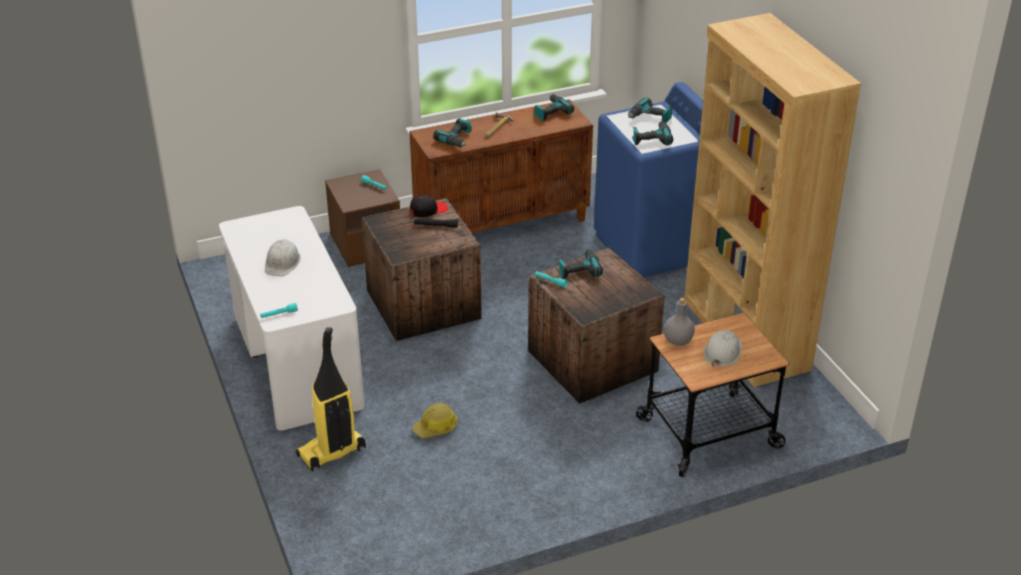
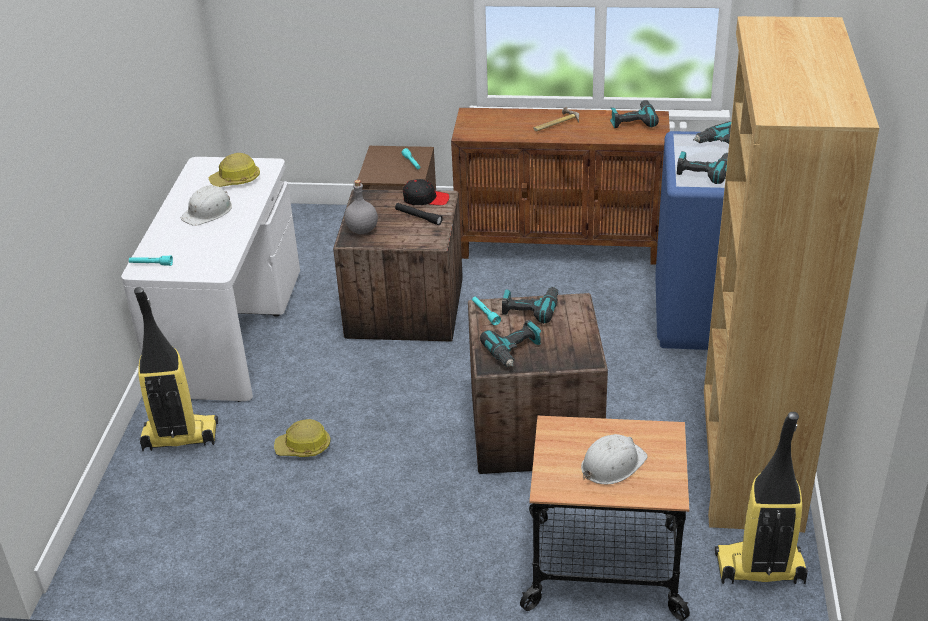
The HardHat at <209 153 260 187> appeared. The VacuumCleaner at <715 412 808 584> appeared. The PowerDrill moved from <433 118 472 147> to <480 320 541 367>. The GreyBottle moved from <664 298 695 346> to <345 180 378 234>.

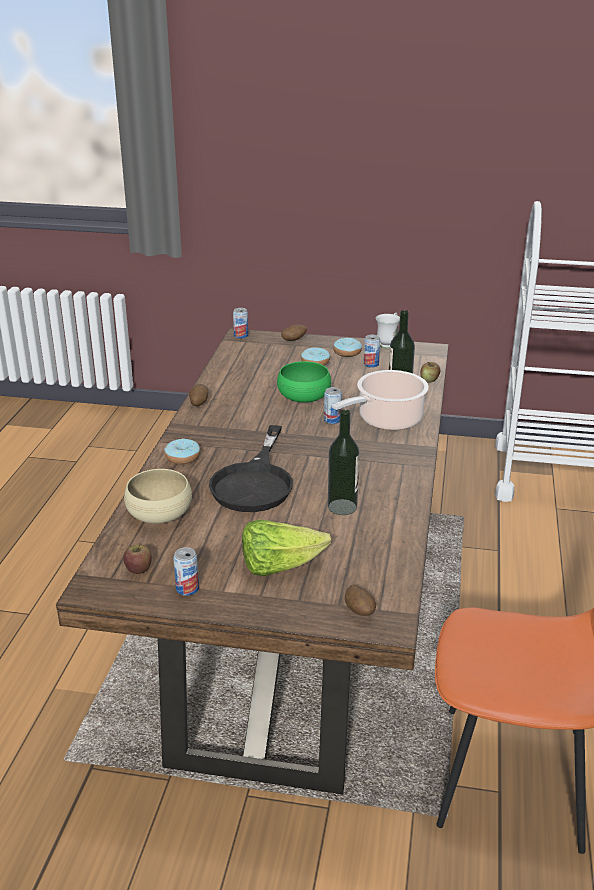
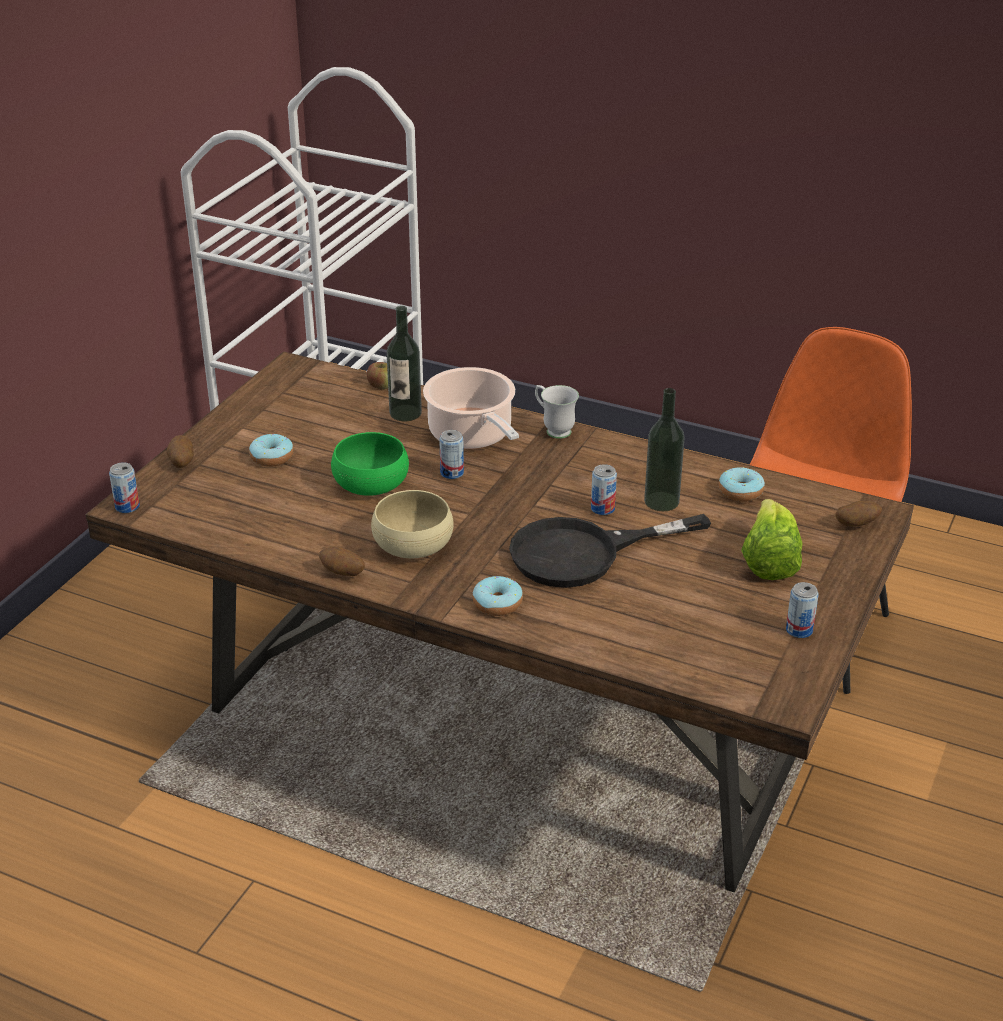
The Apple at <123 543 152 574> disappeared. The BeigeBowl moved from <124 469 192 524> to <371 490 454 558>. The Donut moved from <333 337 362 357> to <719 467 765 502>. The Can moved from <364 335 380 368> to <591 464 617 515>. The WhiteMug moved from <376 313 400 348> to <535 385 579 439>. The BlackFryingPan at <209 425 293 512> turned 135 degrees clockwise.

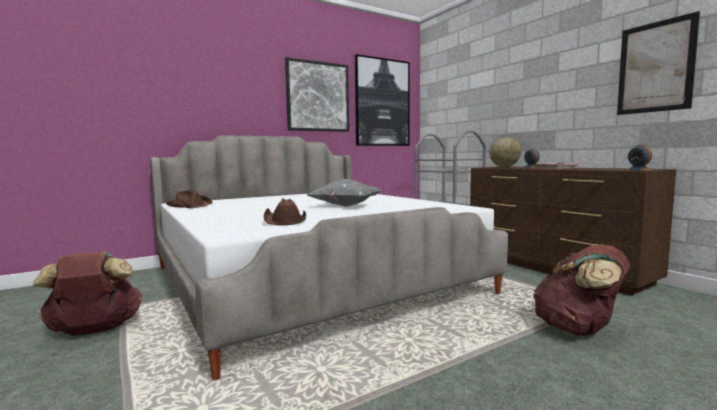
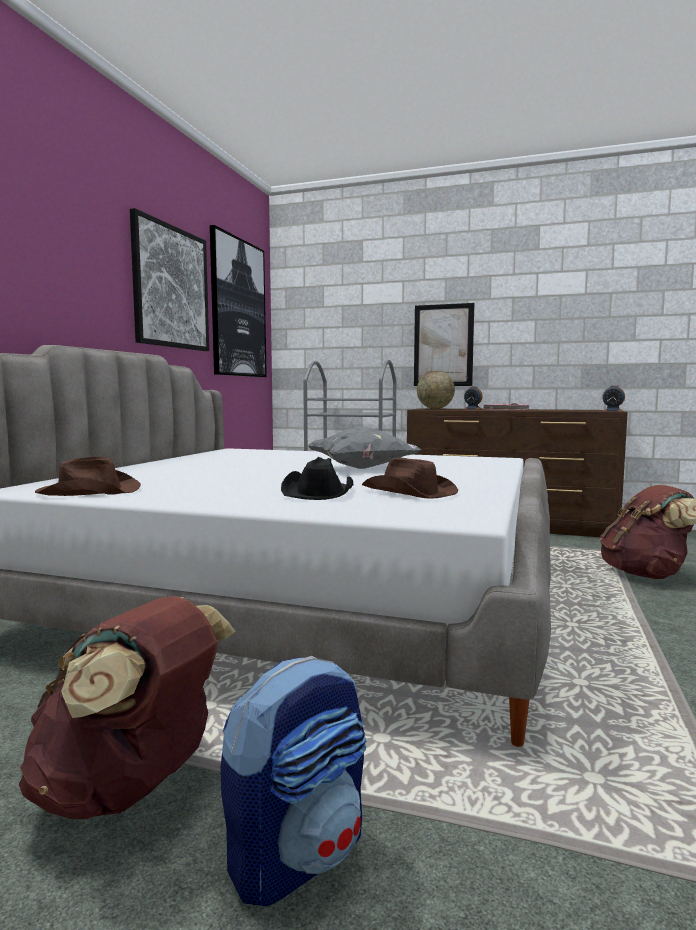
The Backpack at <220 656 366 906> appeared. The BlackHat at <281 457 353 500> appeared. The Picture moved from <617 11 700 115> to <414 303 474 386>.

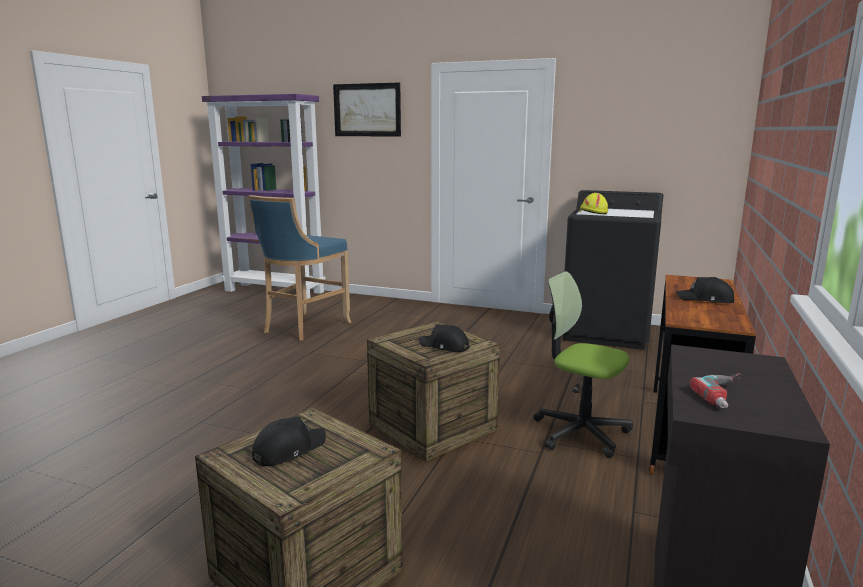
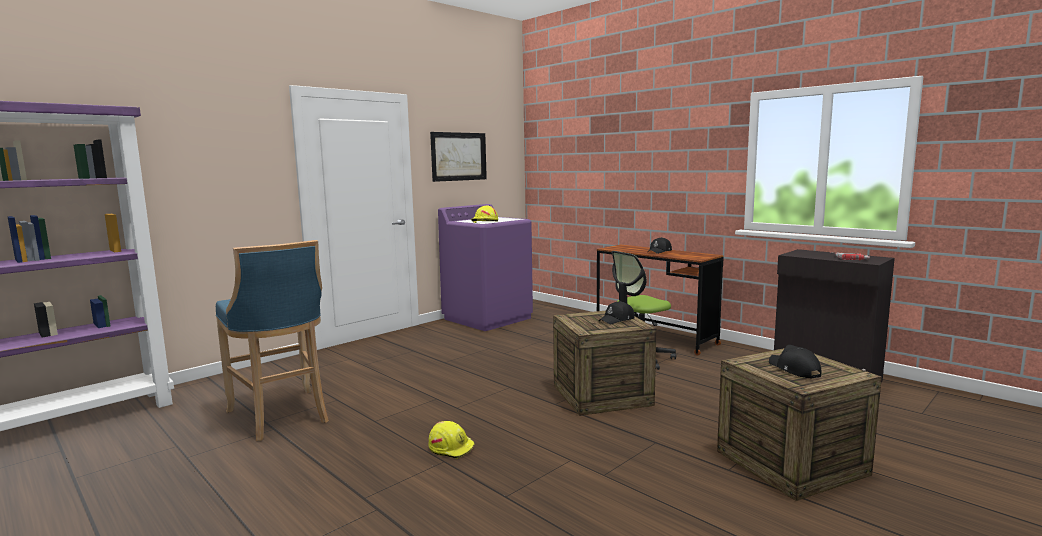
The YellowHardHat at <428 421 475 459> appeared. The Picture moved from <333 83 401 137> to <430 132 487 182>. The BlackWashingMachine at <563 190 663 350> became the PurpleWashingMachine at <438 204 533 331>.

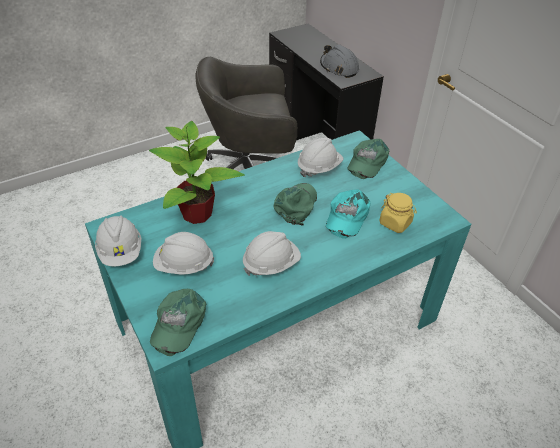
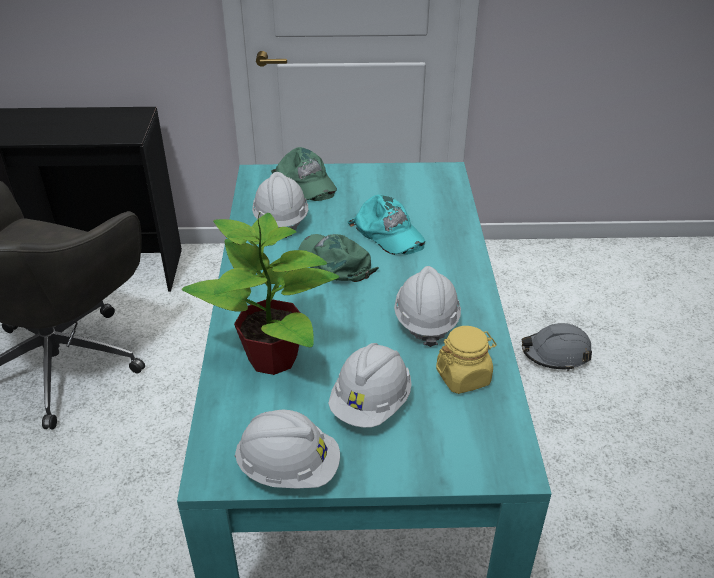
The GreenCap at <150 289 207 356> disappeared. The GreyHardHat moved from <320 45 359 78> to <522 323 592 371>. The YellowJar moved from <379 193 417 233> to <436 326 497 394>.

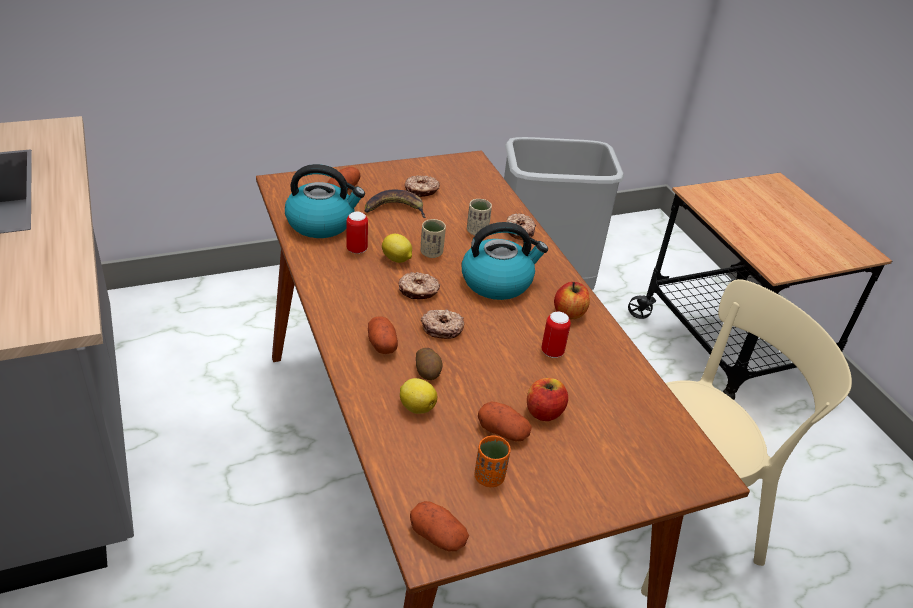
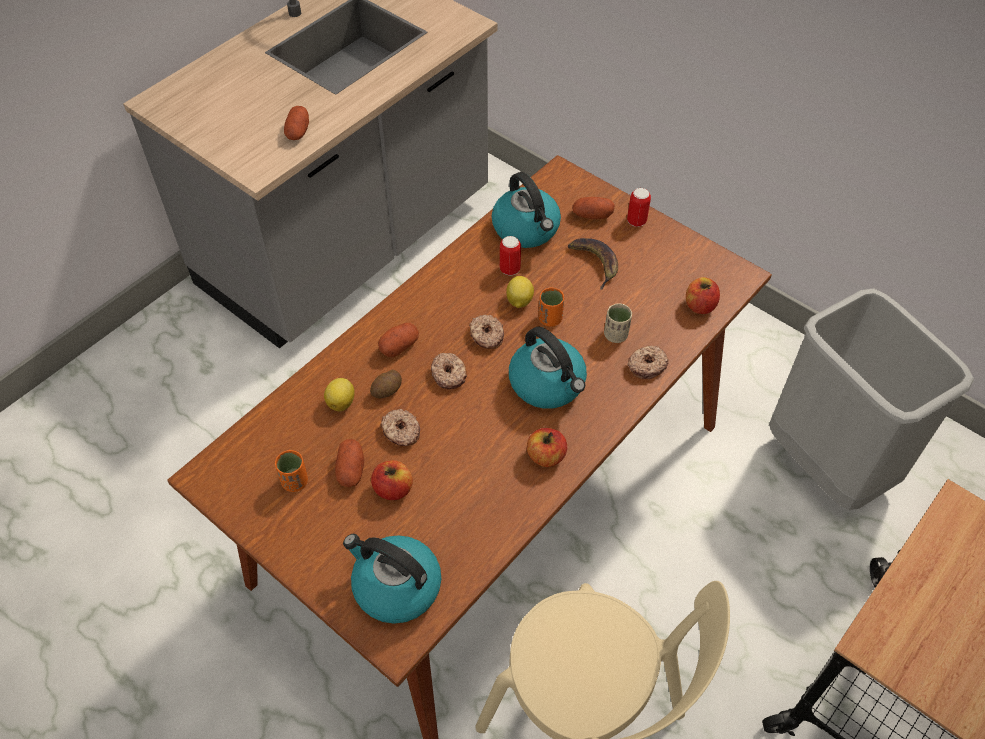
The Kettle at <343 534 441 624> appeared. The Apple at <686 277 720 314> appeared. The Donut moved from <405 175 440 197> to <381 409 420 446>. The Potato moved from <410 501 469 551> to <284 106 309 140>. The Can moved from <541 311 571 358> to <627 188 651 227>. The BeigeCup at <420 219 446 258> became the OrangeCup at <539 288 564 327>.

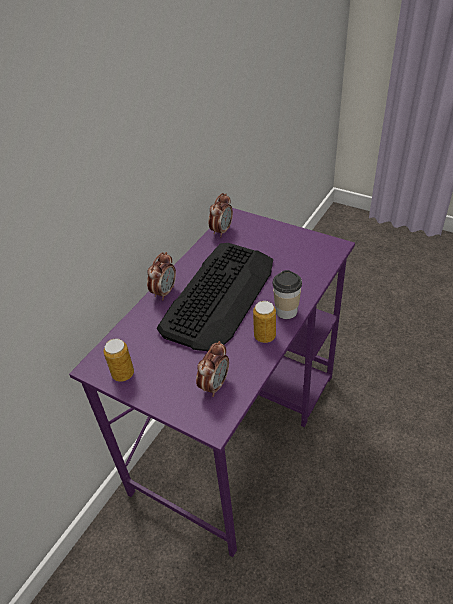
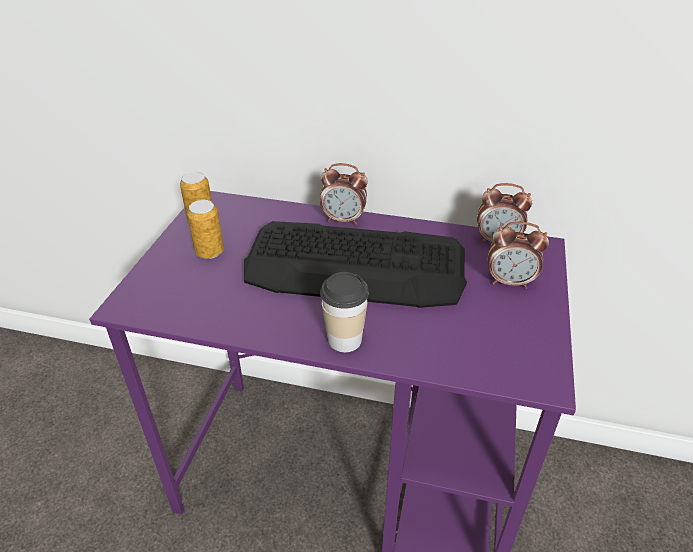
The AlarmClock moved from <196 341 229 397> to <488 222 549 289>. The Can moved from <253 301 276 343> to <187 200 224 259>.

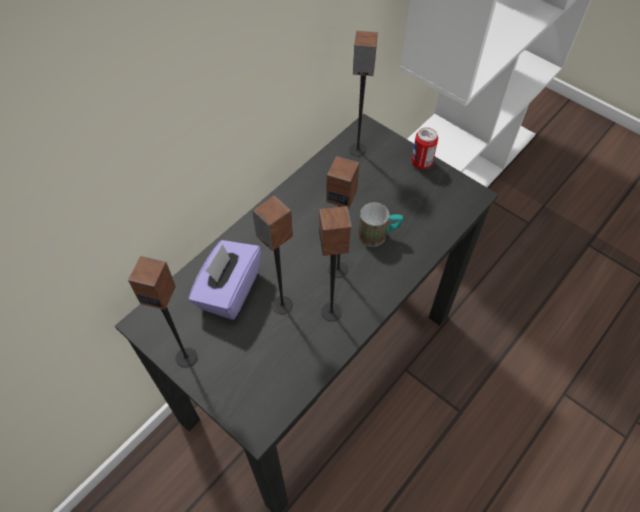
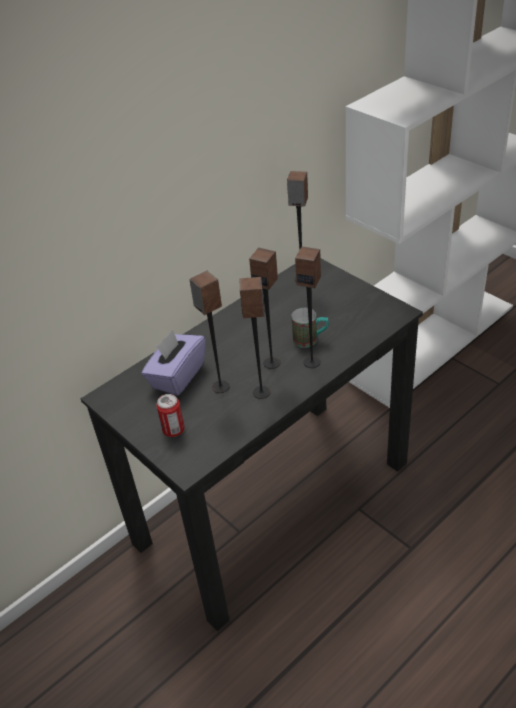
The Speaker moved from <128 256 197 368> to <295 247 321 368>. The Can moved from <411 127 438 169> to <156 394 185 437>.

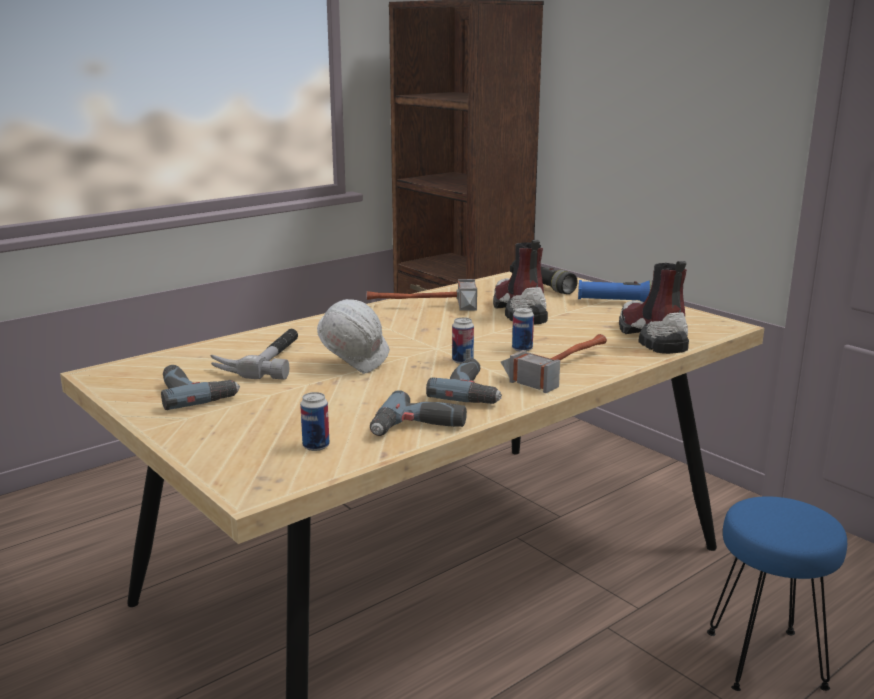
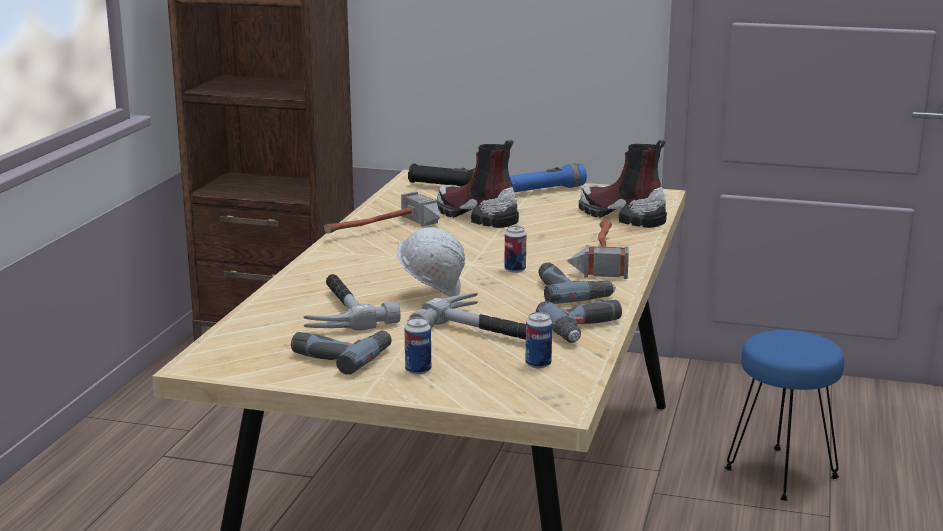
The Hammer at <409 293 526 340> appeared. The Can moved from <512 307 534 352> to <404 317 431 375>.

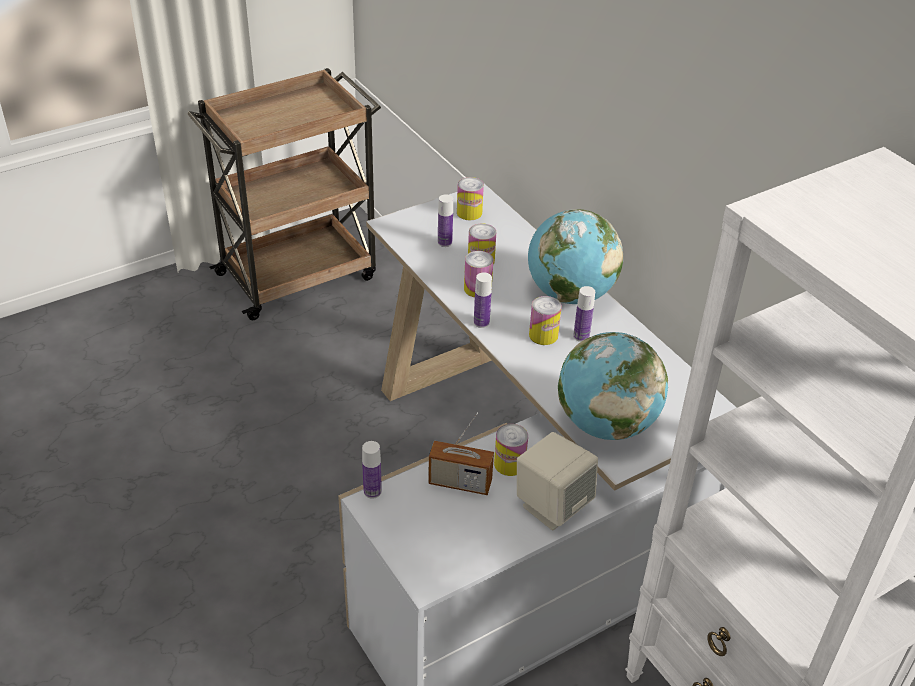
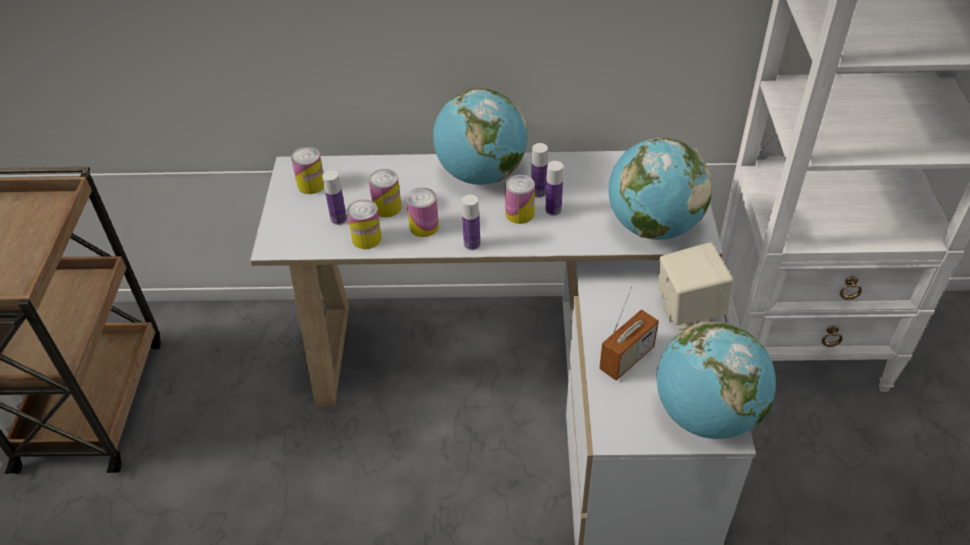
The Globe at <656 321 776 439> appeared. The Bottle moved from <362 441 382 499> to <546 161 563 216>. The Can moved from <494 424 528 476> to <347 199 382 249>.

